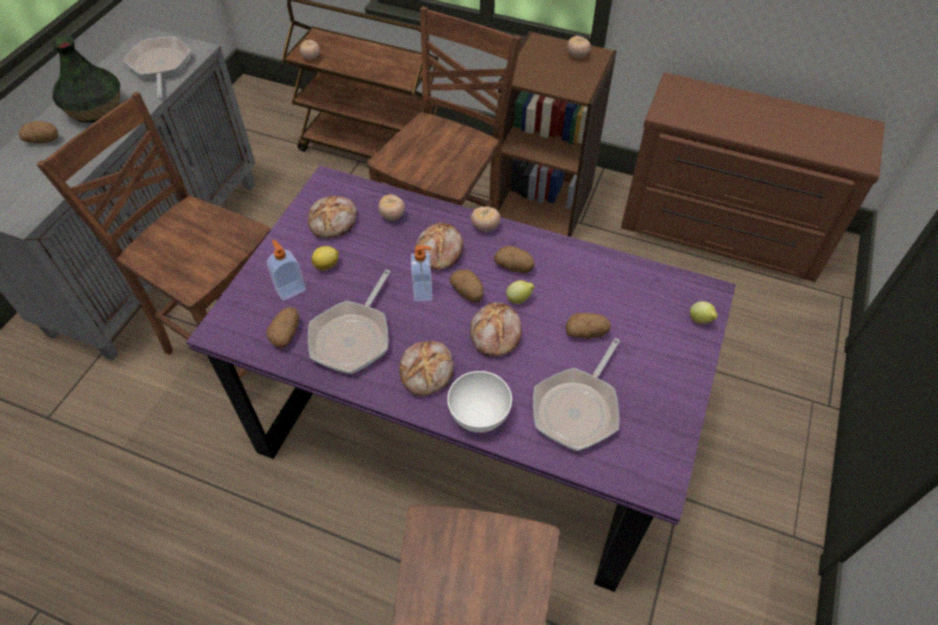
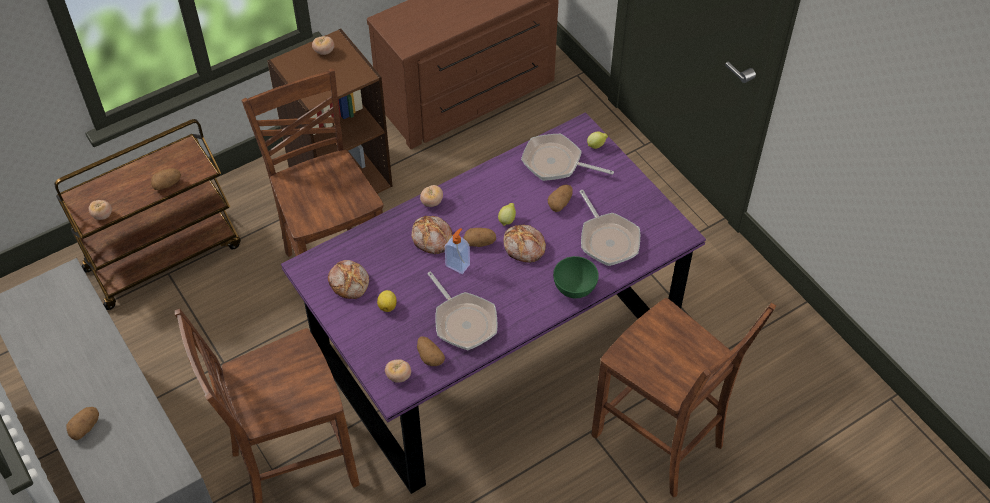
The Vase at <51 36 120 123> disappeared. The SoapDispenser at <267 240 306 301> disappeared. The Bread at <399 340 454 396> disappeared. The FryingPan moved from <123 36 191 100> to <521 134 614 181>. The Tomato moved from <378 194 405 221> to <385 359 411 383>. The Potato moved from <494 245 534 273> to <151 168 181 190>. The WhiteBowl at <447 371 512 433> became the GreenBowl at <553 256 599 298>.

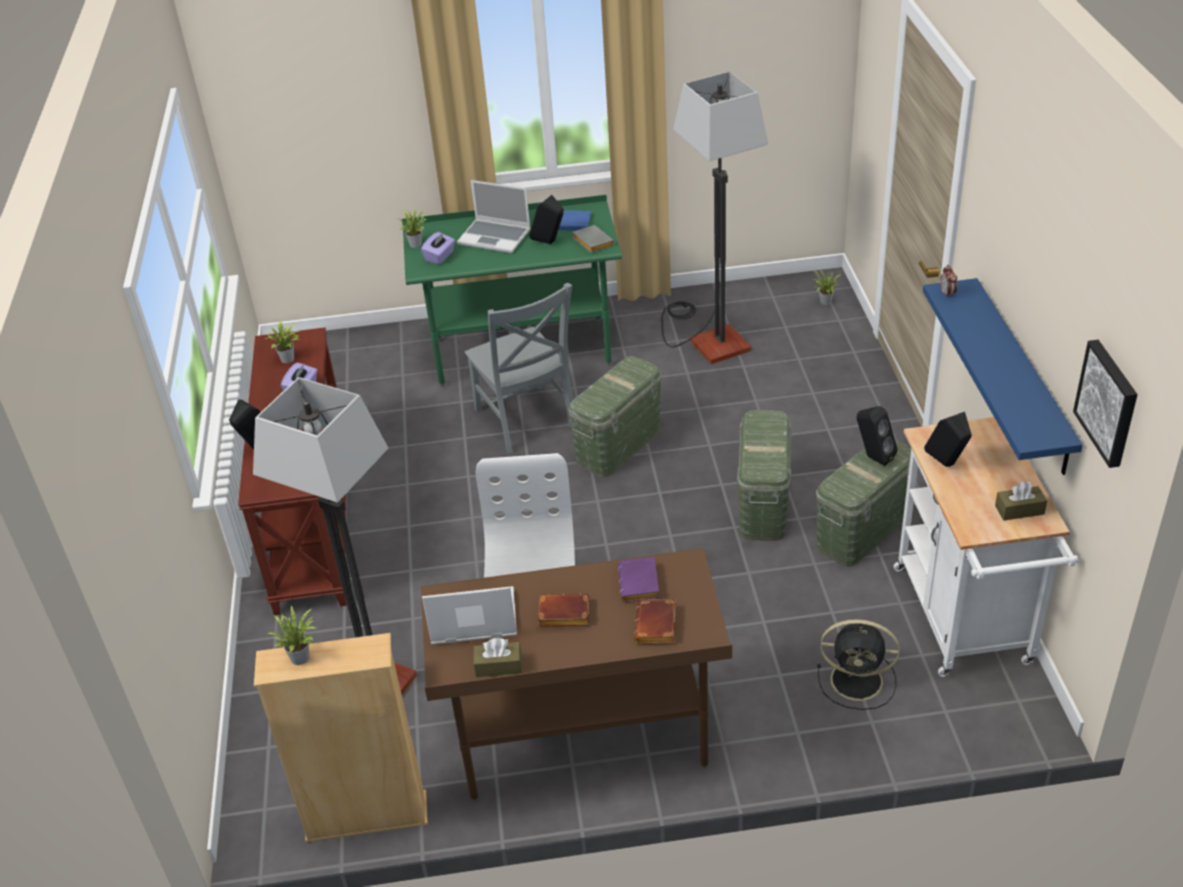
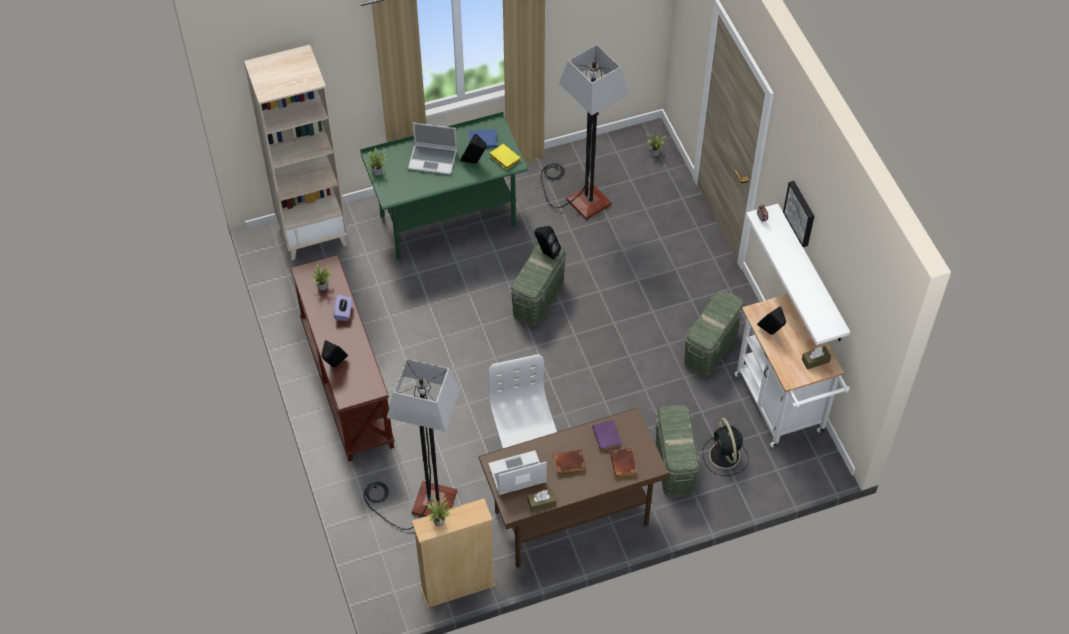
The PurpleTissueBox at <421 232 455 265> disappeared. The GreyChair at <465 282 573 454> disappeared. The BeigeBookcase at <244 45 348 261> appeared. The GreenStorageBox moved from <736 410 792 541> to <656 405 700 497>. The BlackSpeaker moved from <857 406 897 466> to <535 226 561 260>. The Picture moved from <1073 340 1137 468> to <783 181 814 247>. The GreyBook at <572 225 615 253> became the YellowBook at <490 144 521 170>. The BlueShelf at <923 278 1083 475> became the WhiteShelf at <746 204 850 345>. The BlackFan at <817 620 900 710> turned 75 degrees clockwise.

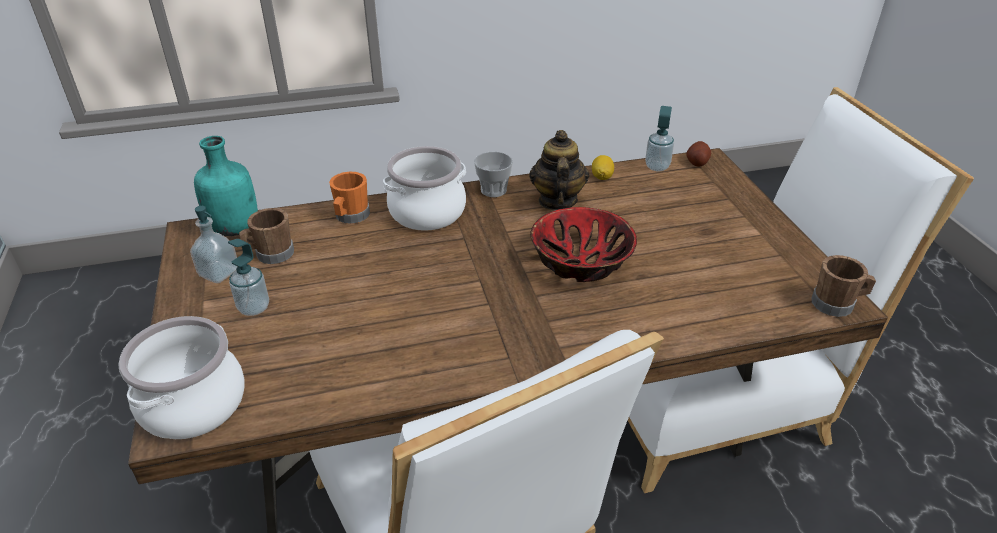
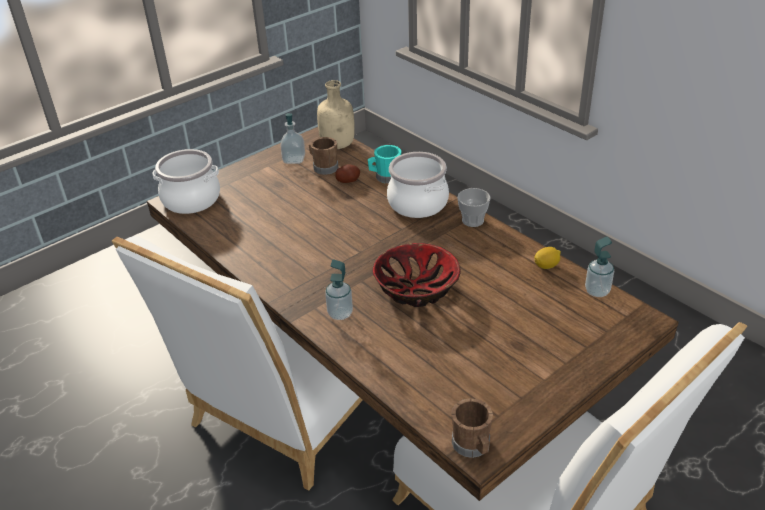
The Teapot at <529 130 589 210> disappeared. The SoapDispenser moved from <228 239 269 316> to <325 260 353 320>. The Potato moved from <686 141 711 167> to <335 164 360 183>. The TurquoiseBottle at <194 136 258 236> became the BeigeBottle at <317 80 355 149>. The OrangeMug at <329 172 370 224> became the TurquoiseMug at <368 145 401 184>.

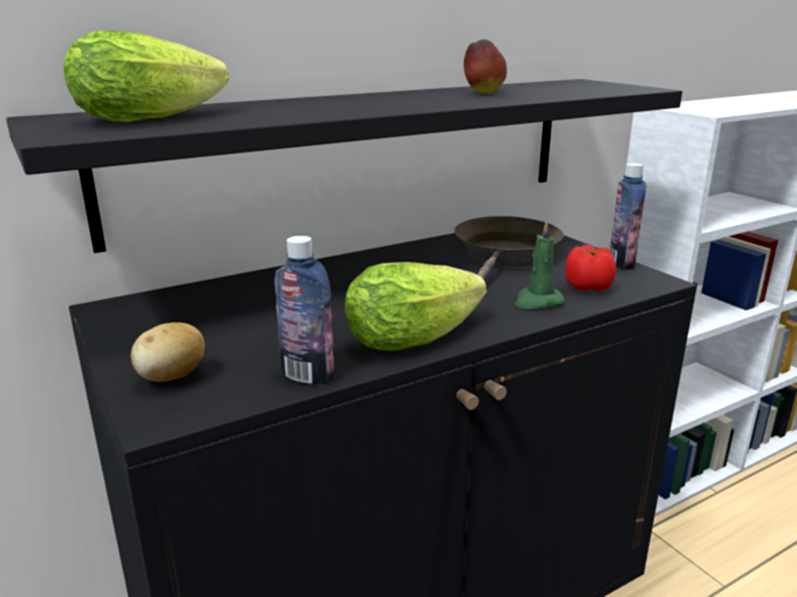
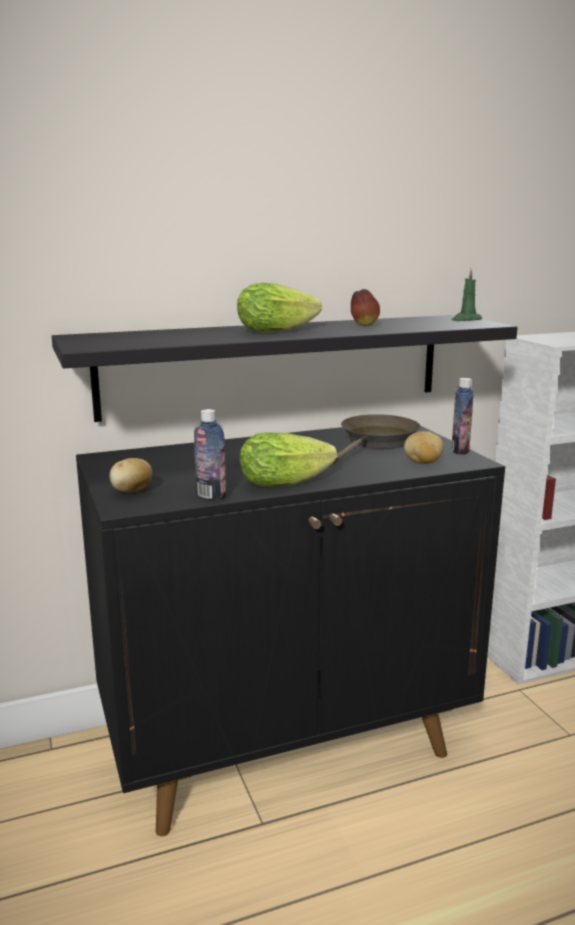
The Lettuce moved from <64 30 229 122> to <237 283 322 333>. The GreenCandle moved from <515 219 564 309> to <452 268 482 321>. The Tomato at <566 245 616 291> was replaced by the Potato at <404 431 444 464>.

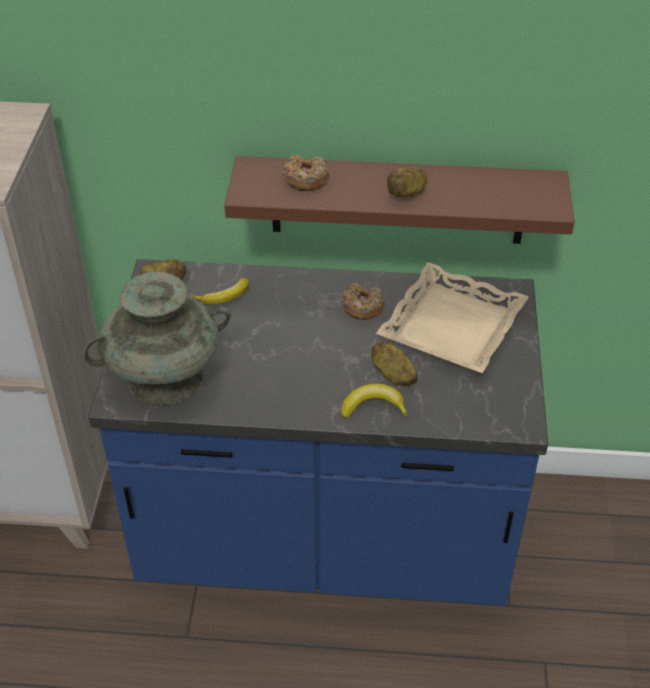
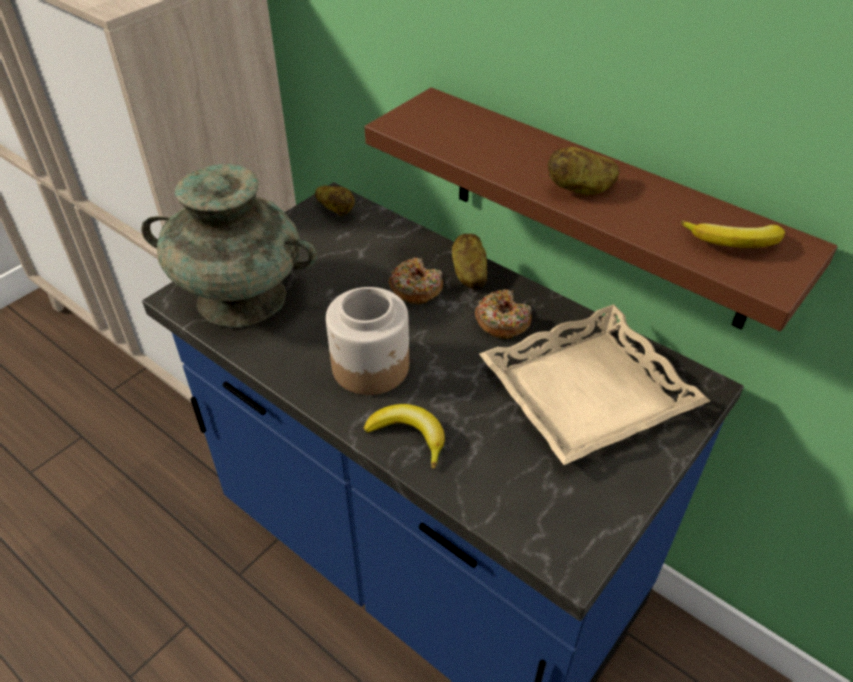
The Jar at <326 287 409 395> appeared. The Banana moved from <192 278 249 304> to <681 221 785 248>. The Donut moved from <283 154 329 191> to <389 258 443 304>. The Potato moved from <371 341 417 386> to <452 234 487 289>.

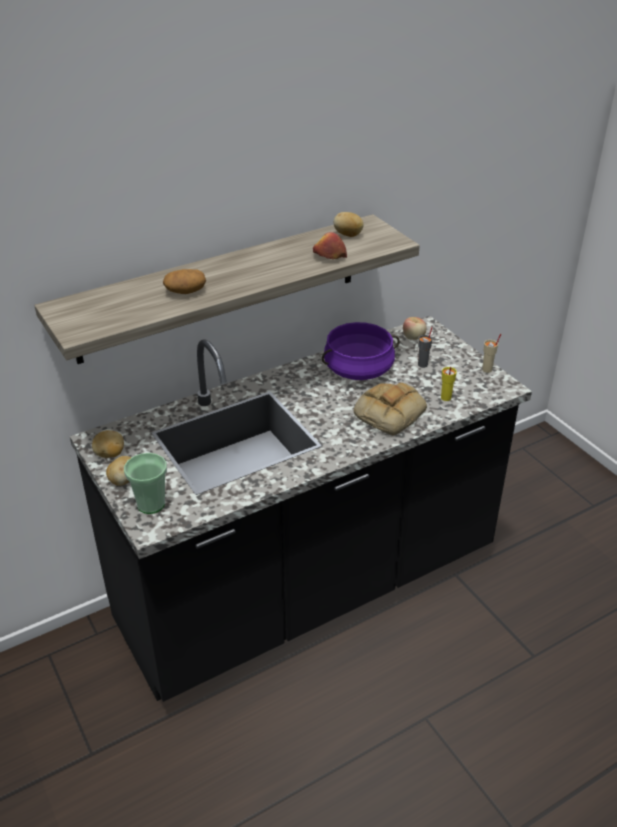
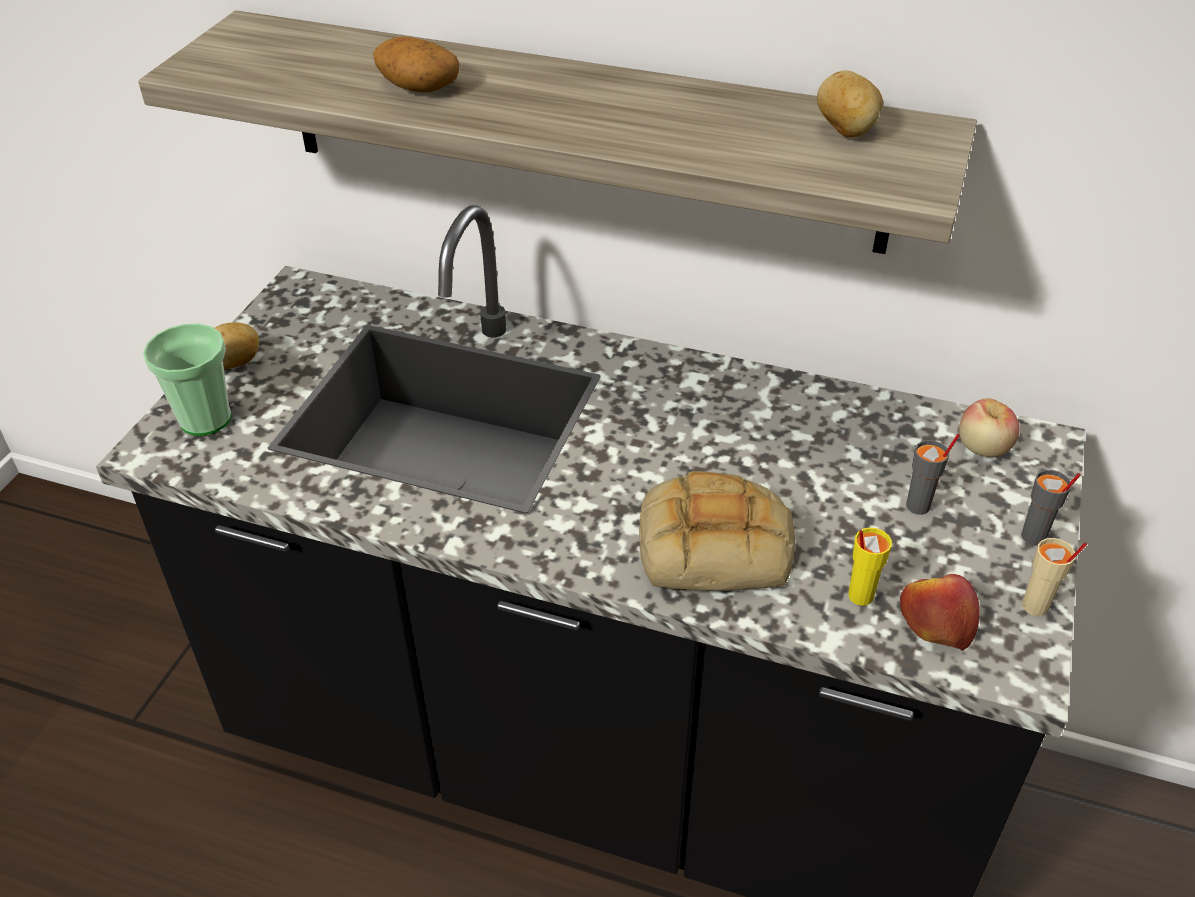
The Potato at <92 430 124 458> disappeared. The PurpleCookingPot at <322 322 400 380> disappeared. The GreyCup at <1021 470 1081 546> appeared. The Apple moved from <313 232 347 259> to <900 574 980 651>.

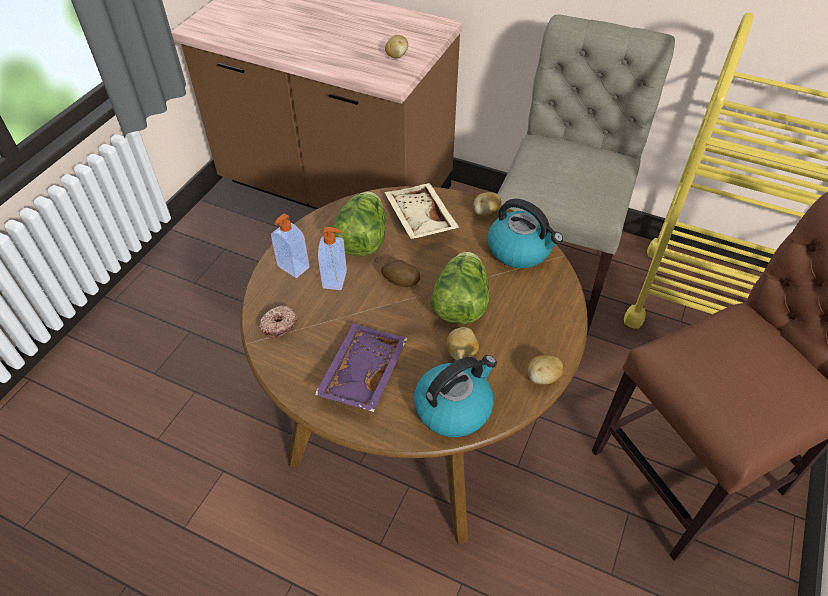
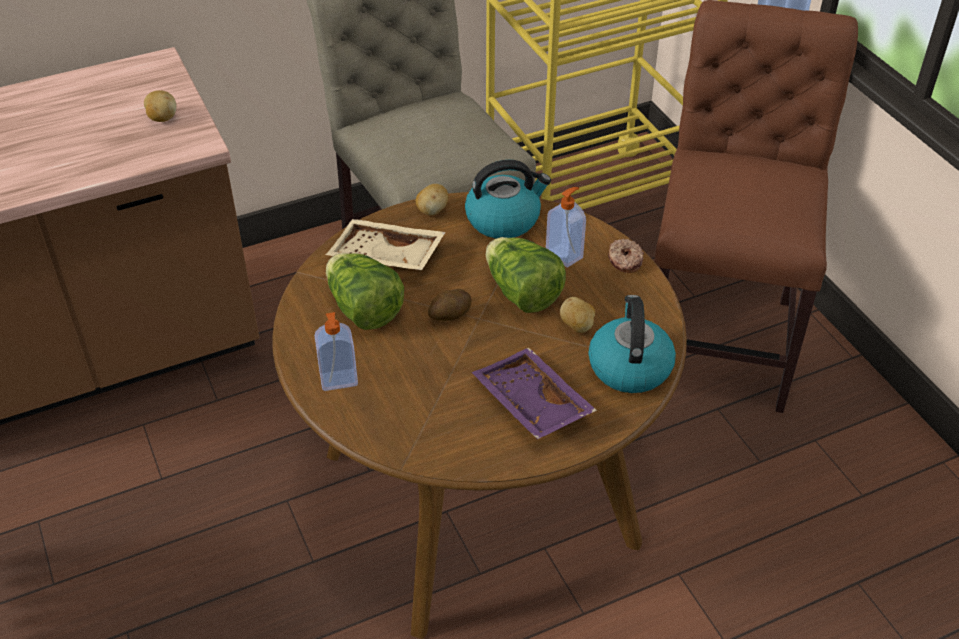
The Potato at <528 356 563 385> disappeared. The Donut moved from <259 305 297 338> to <608 239 644 273>. The SoapDispenser moved from <318 227 347 290> to <546 187 586 267>.

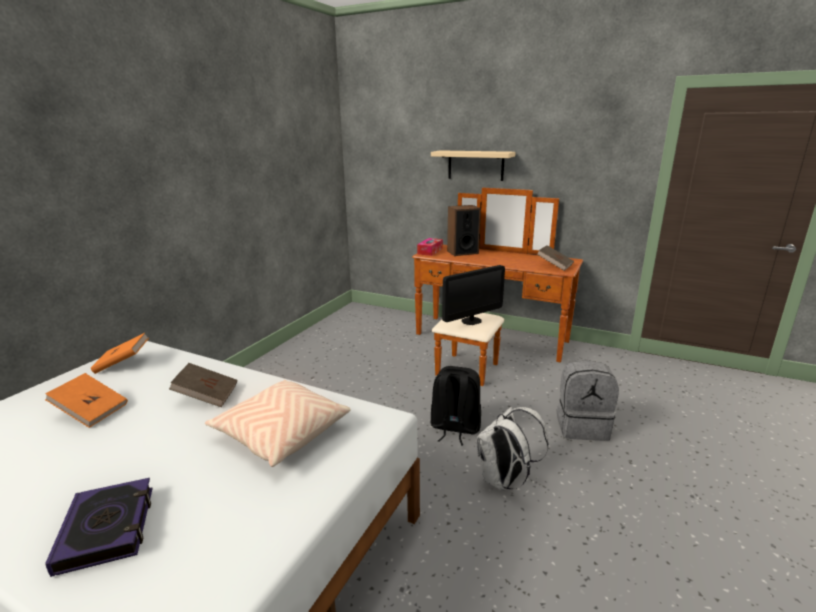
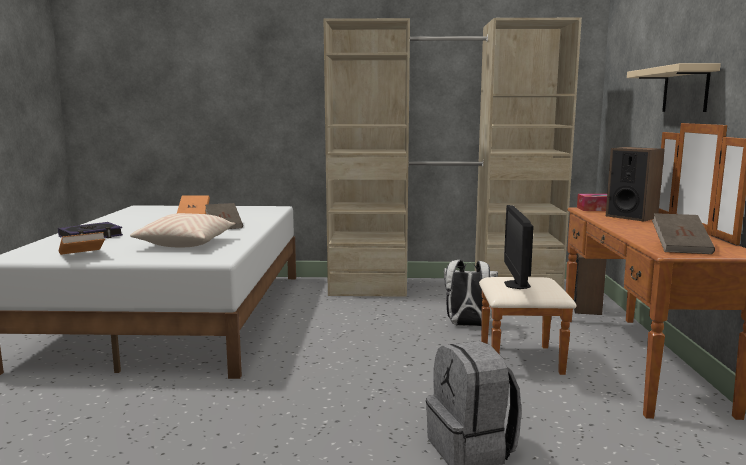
The BlackBackpack at <430 366 481 445> disappeared. The BeigeWardrobe at <323 18 582 297> appeared. The Speaker at <573 253 607 315> appeared. The OrangeBook moved from <91 333 149 374> to <59 232 105 255>. The WhiteBackpack moved from <476 407 548 491> to <444 260 498 327>. The Monitor at <442 265 505 325> turned 60 degrees clockwise.

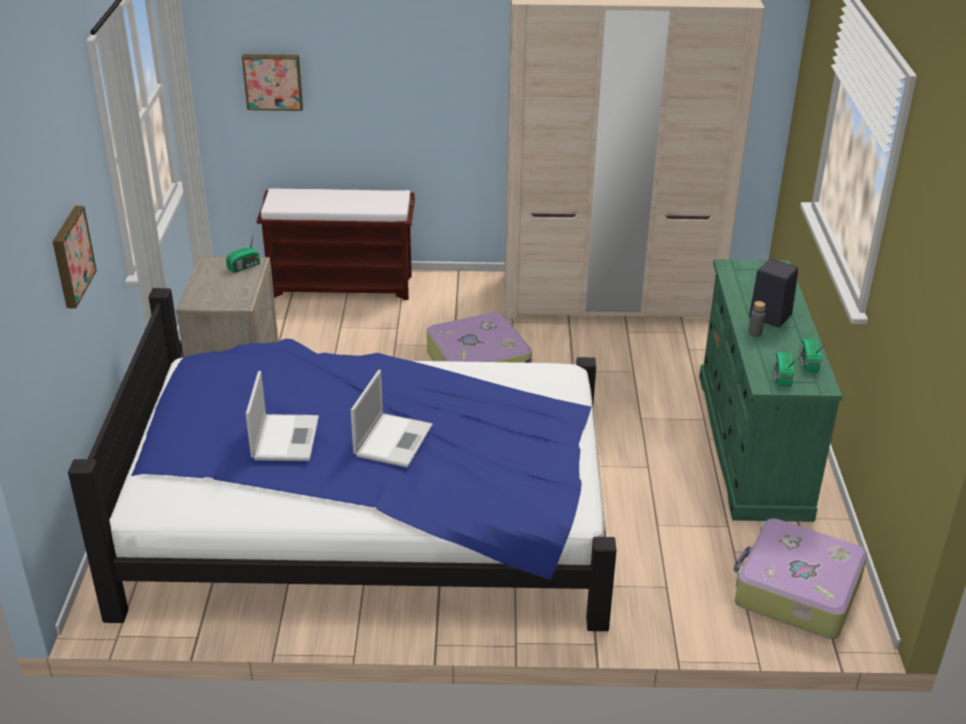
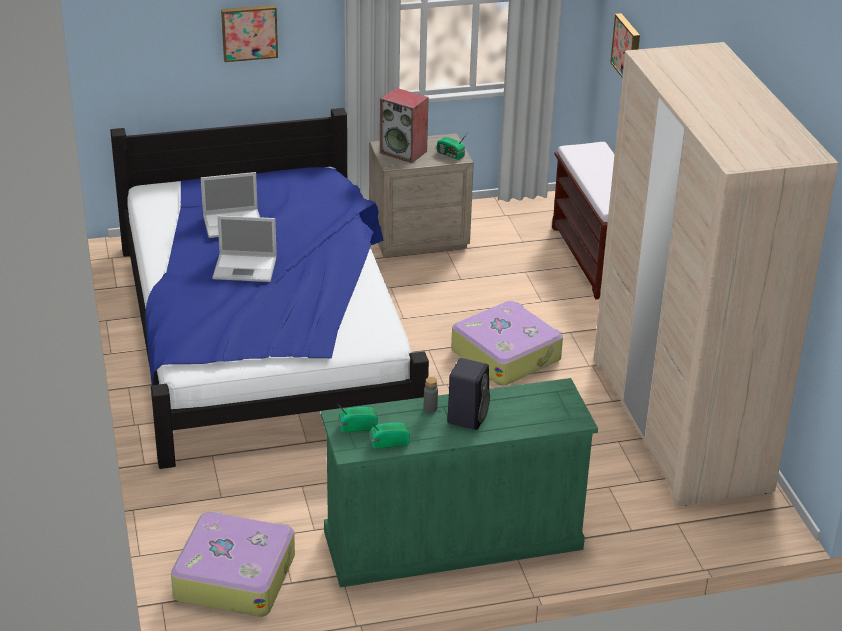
The Speaker at <380 88 429 163> appeared.

